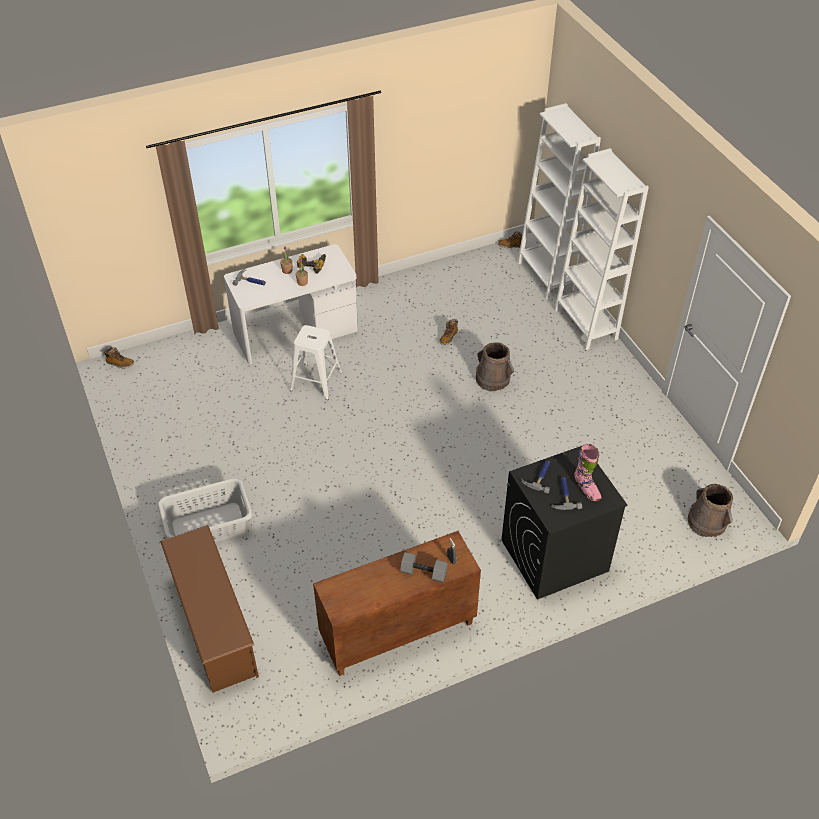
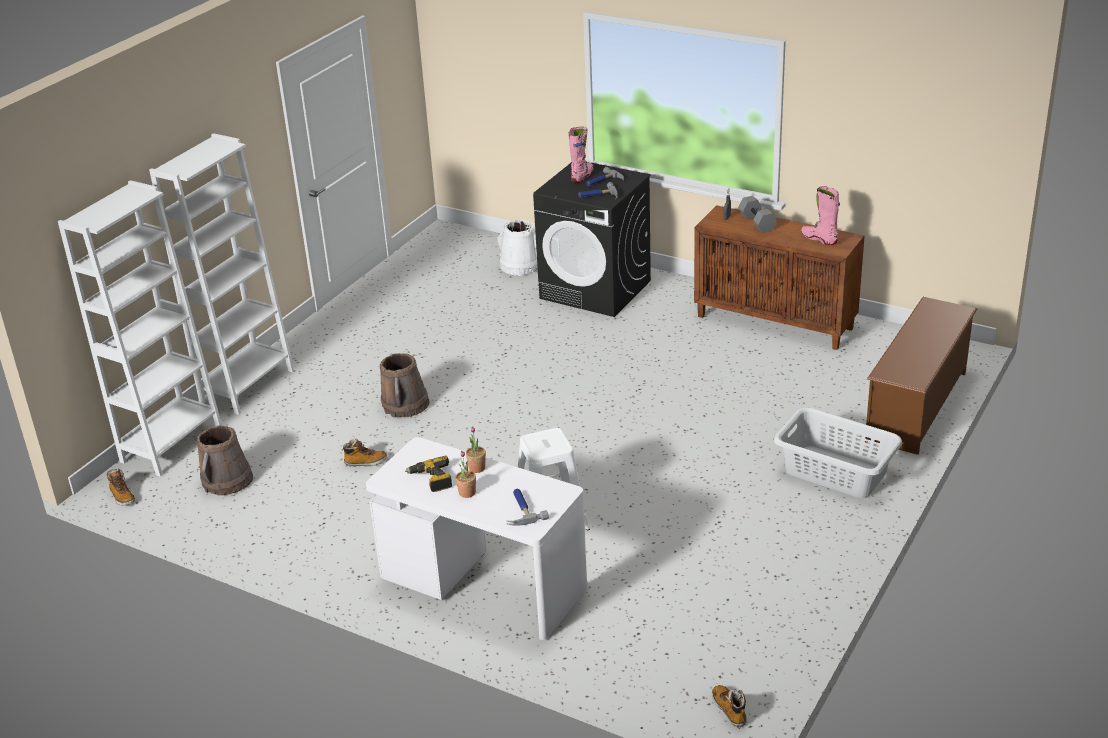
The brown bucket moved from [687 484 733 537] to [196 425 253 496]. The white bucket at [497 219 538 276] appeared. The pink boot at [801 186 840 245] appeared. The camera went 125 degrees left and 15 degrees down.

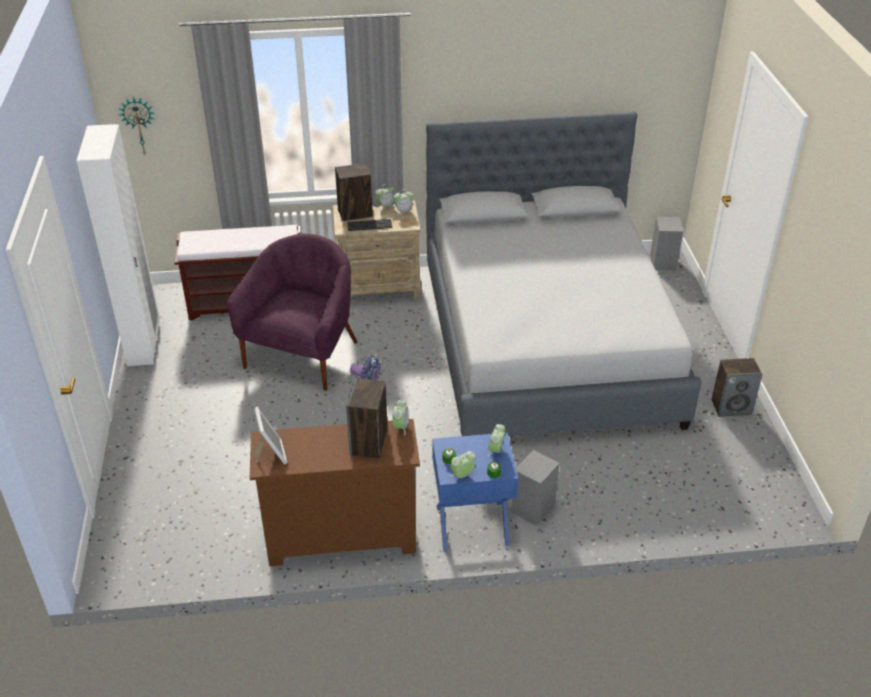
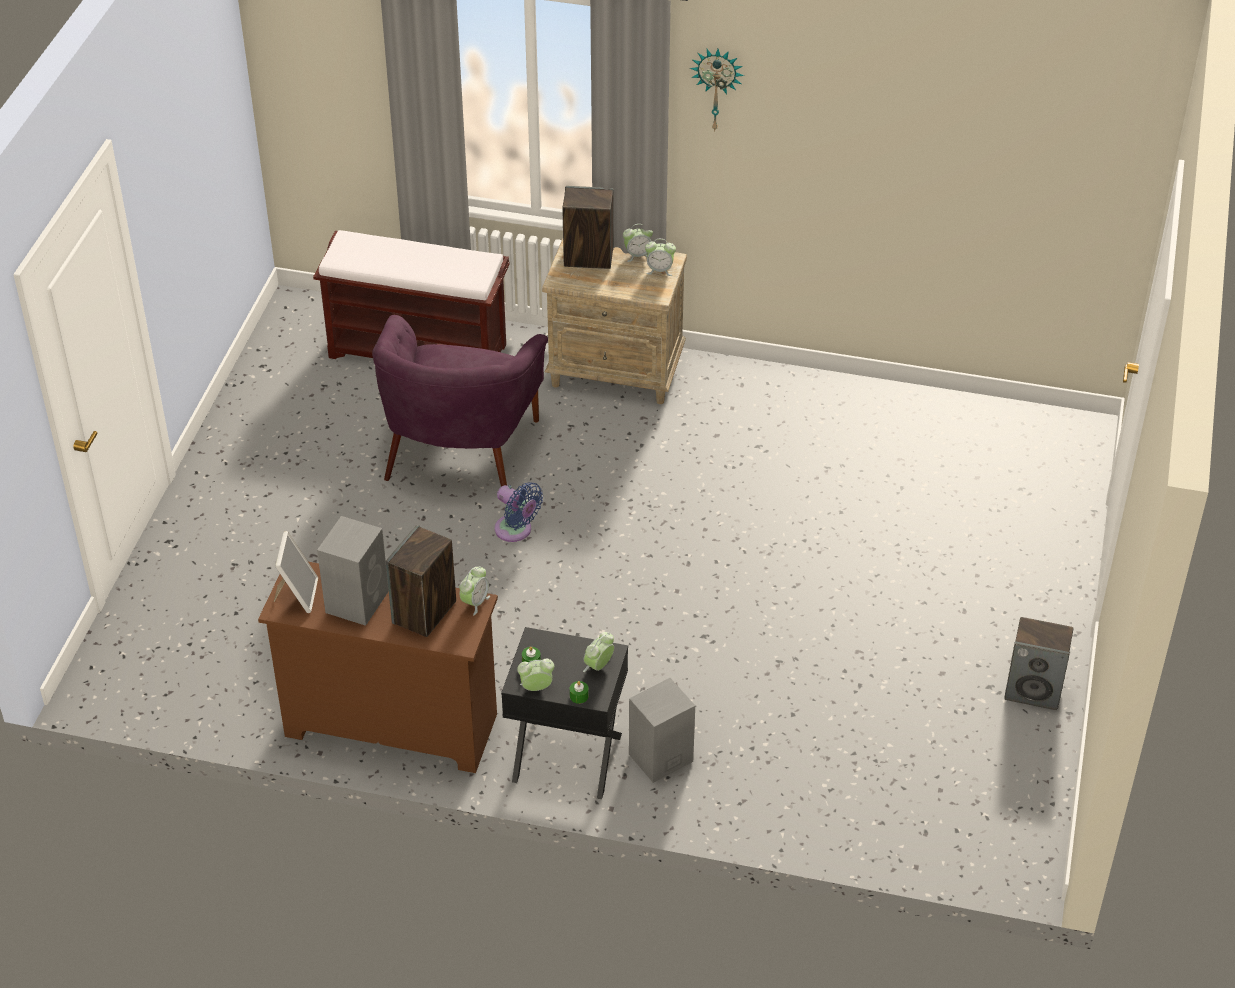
The grey speaker moved from [650 217 683 270] to [317 516 389 626]. The purple armchair at [227 234 358 391] turned 150 degrees clockwise. The blue nightstand at [432 433 519 552] became the black nightstand at [501 627 628 799]. The wall clock moved from [118 97 154 155] to [690 49 744 132]. The white wardrobe at [77 124 160 366] disappeared. The keyboard at [347 219 392 231] disappeared. The grey bed at [426 111 702 436] disappeared. The camera went 20 degrees right and 5 degrees up.

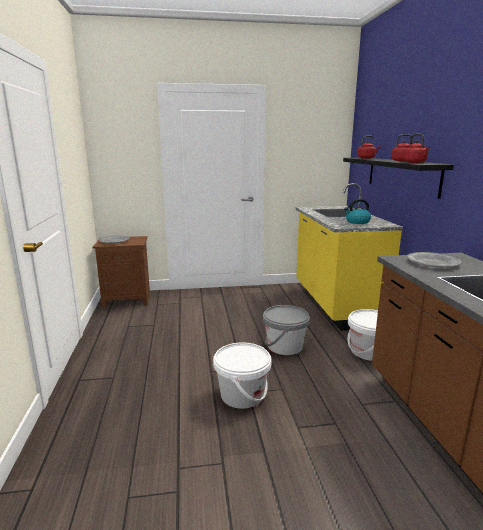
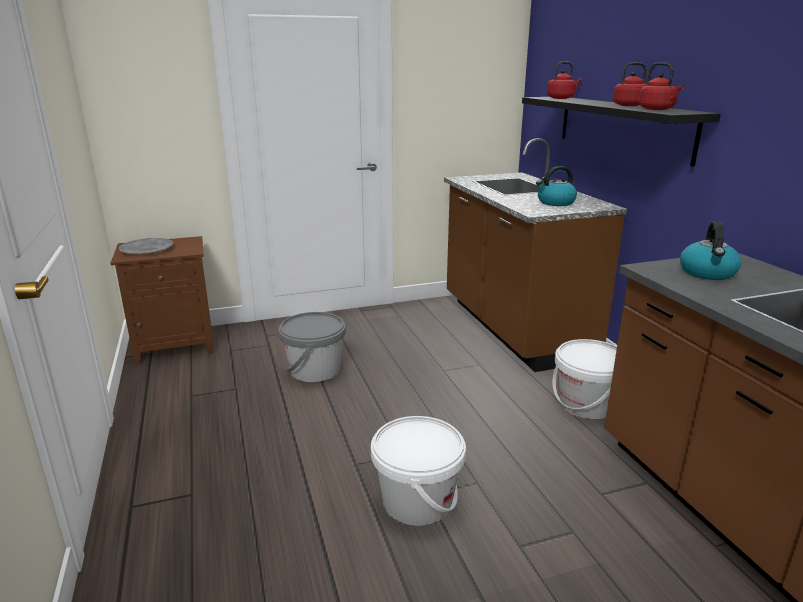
The grey bucket moved from [263 305 310 355] to [279 312 346 382]. The yellow counter at [296 183 403 330] became the brown counter at [444 138 627 372]. The grey plate at [407 252 461 267] was replaced by the kettle at [680 221 741 280]. The camera went 10 degrees left and 5 degrees up.

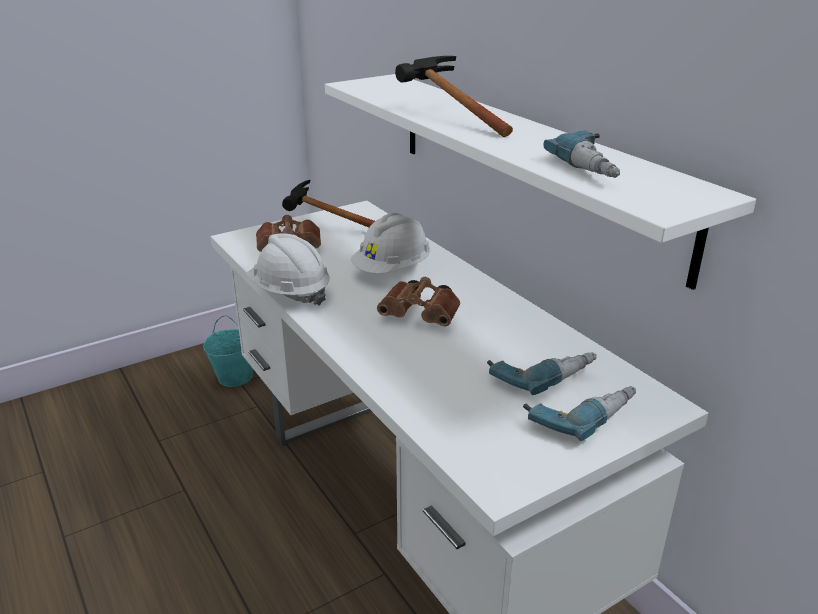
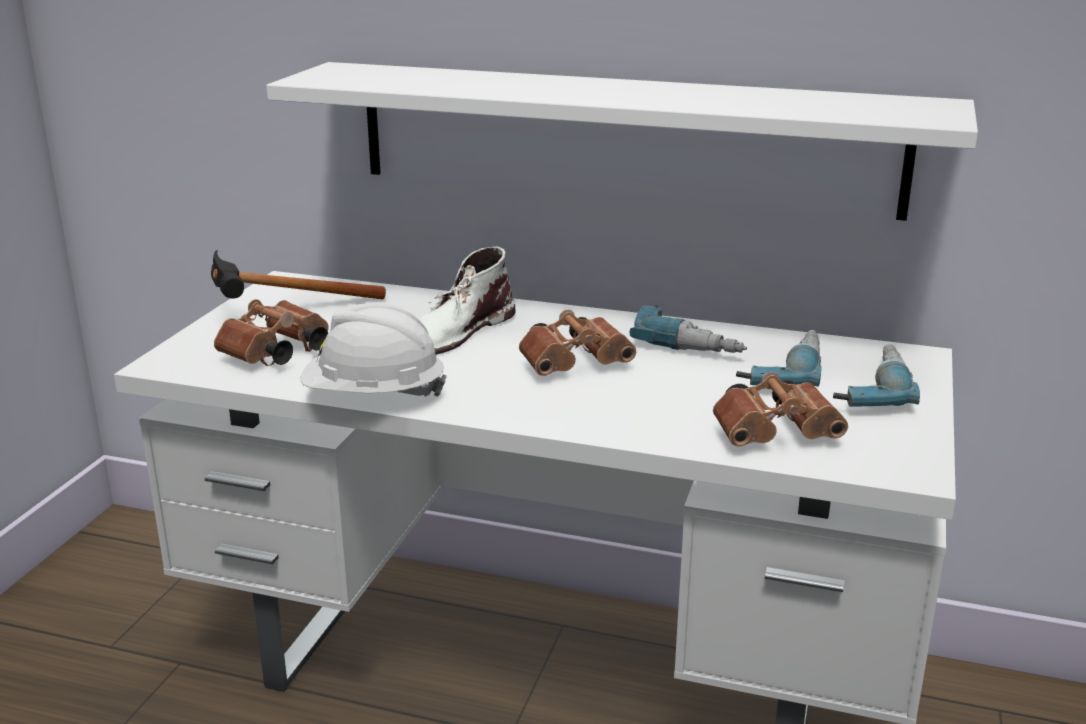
The white hard hat at [351 213 431 274] was replaced by the white boot at [419 247 515 355]. The power drill moved from [544 130 620 178] to [629 305 747 353]. The brown binoculars at [713 372 848 447] appeared. The turquoise bucket at [203 315 253 387] disappeared. The hammer at [395 56 513 137] disappeared. The camera went 40 degrees left and 5 degrees down.

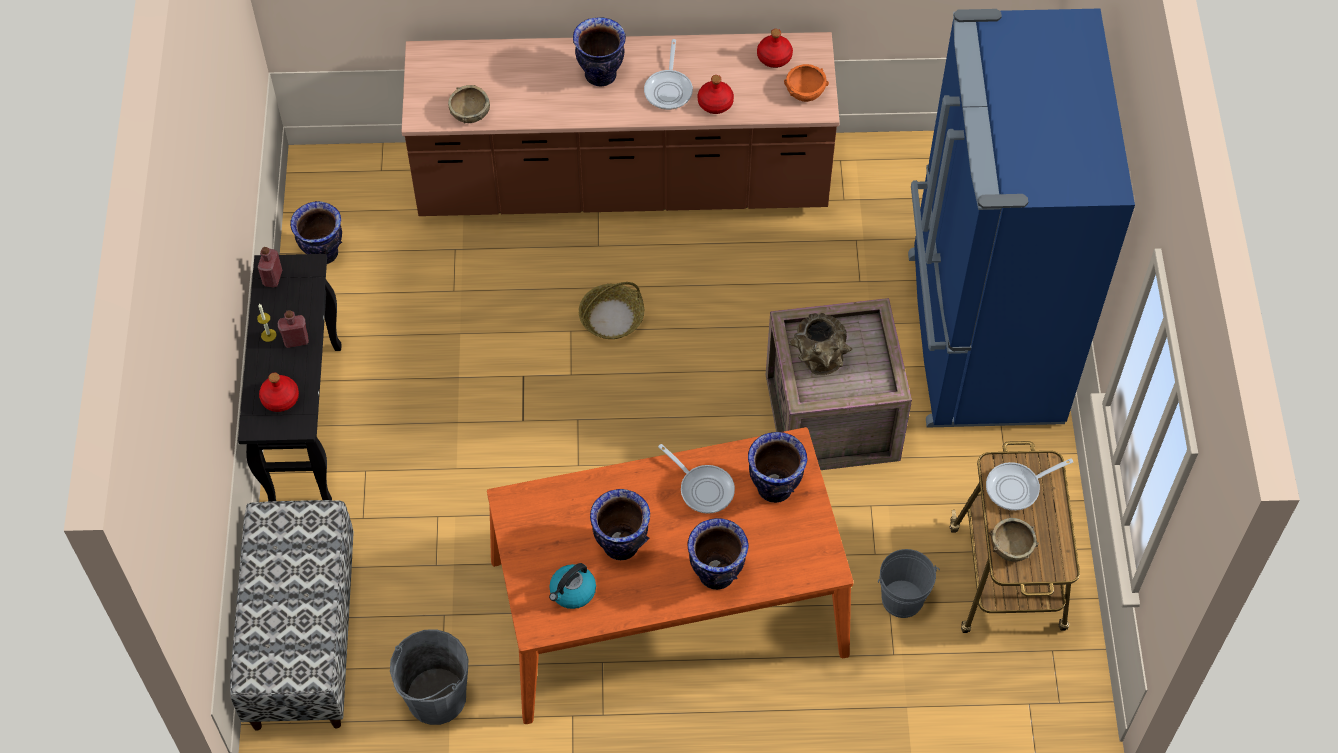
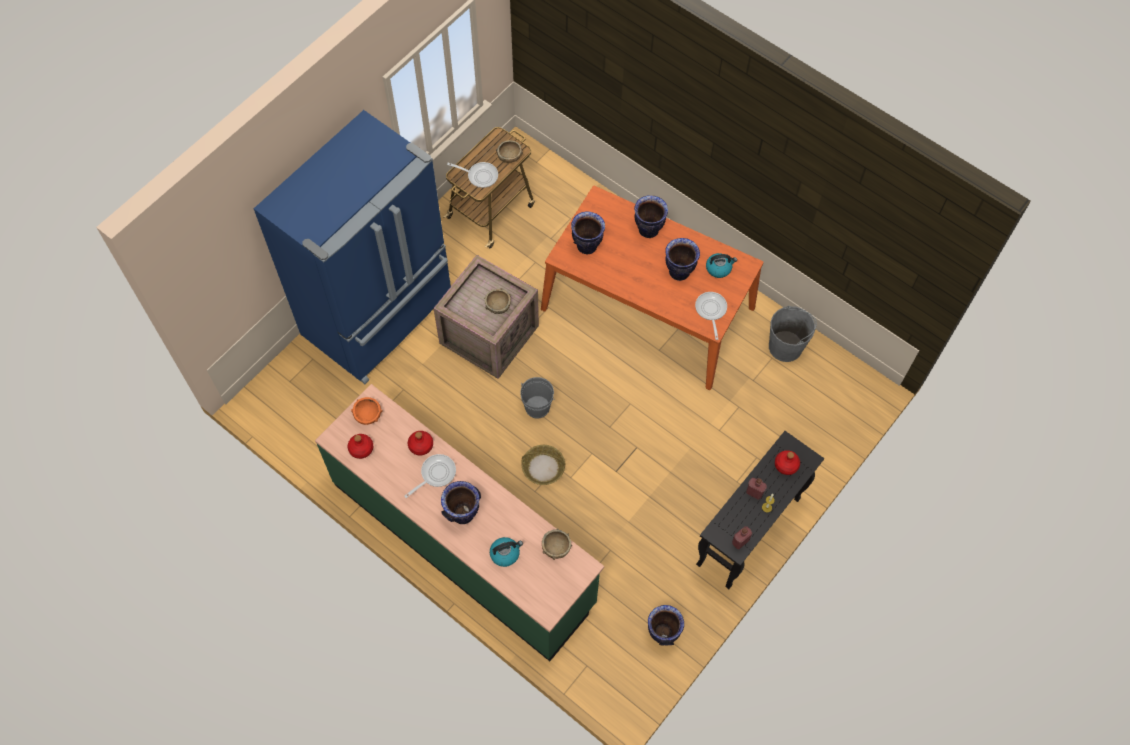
The brown counter at [402 32 840 216] became the green counter at [315 384 604 661]. The brown vase at [789 313 853 375] was replaced by the brown bowl at [484 288 511 314]. The kettle at [490 537 523 567] appeared. The grey bucket moved from [878 549 940 618] to [520 377 555 418]. The frying pan moved from [658 444 735 514] to [695 292 727 340]. The bench at [230 500 354 731] disappeared. The camera went 140 degrees left and 5 degrees up.

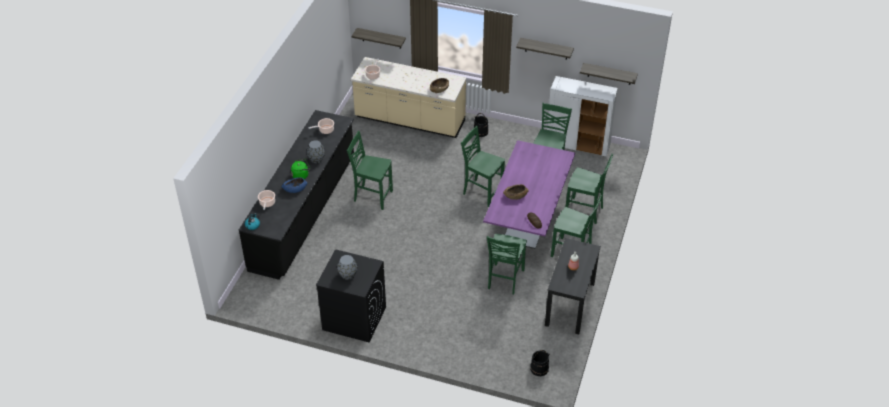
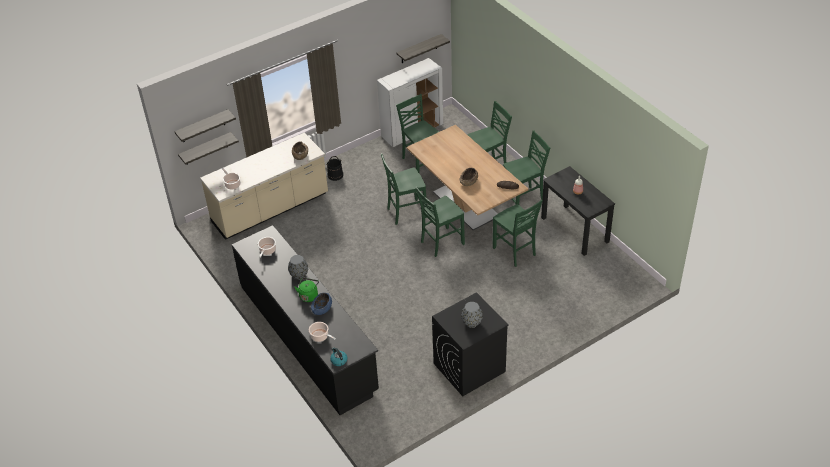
The shelf moved from [516 38 574 60] to [174 110 236 142]. The purple dining table at [483 140 575 249] became the beige dining table at [406 125 529 230]. The green chair moved from [347 131 393 210] to [415 186 465 257]. The black bucket at [530 350 550 376] disappeared. The camera went 50 degrees left and 0 degrees up.

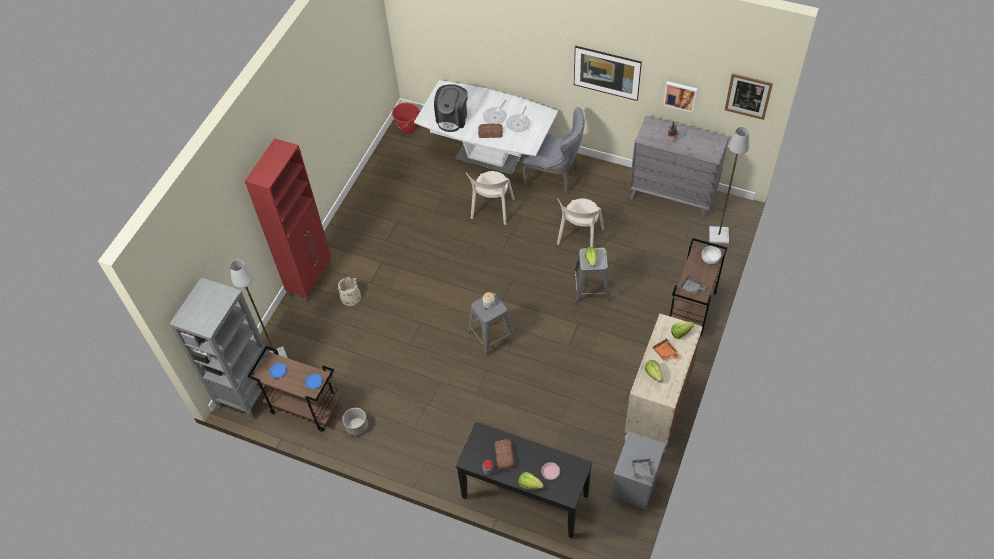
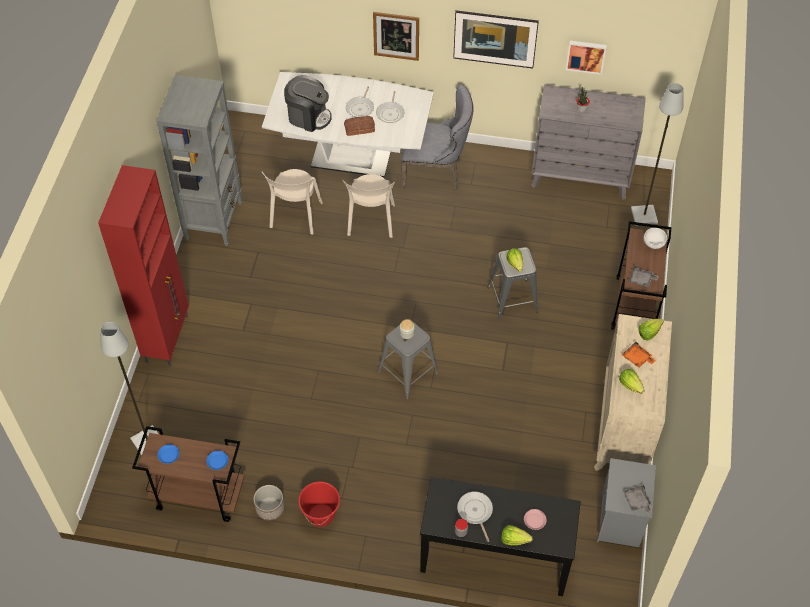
The grey bookcase moved from [170 277 268 421] to [156 75 242 246]. The beige chair moved from [557 198 604 247] to [262 169 323 235]. The coffee machine at [434 84 468 132] turned 75 degrees counterclockwise. The red bucket moved from [392 103 419 134] to [298 481 340 527]. The picture moved from [725 73 773 120] to [373 12 419 61]. The bread at [495 439 515 470] was replaced by the frying pan at [457 492 493 542]. The beige bucket at [338 277 361 306] disappeared. The camera went 15 degrees left and 0 degrees up.

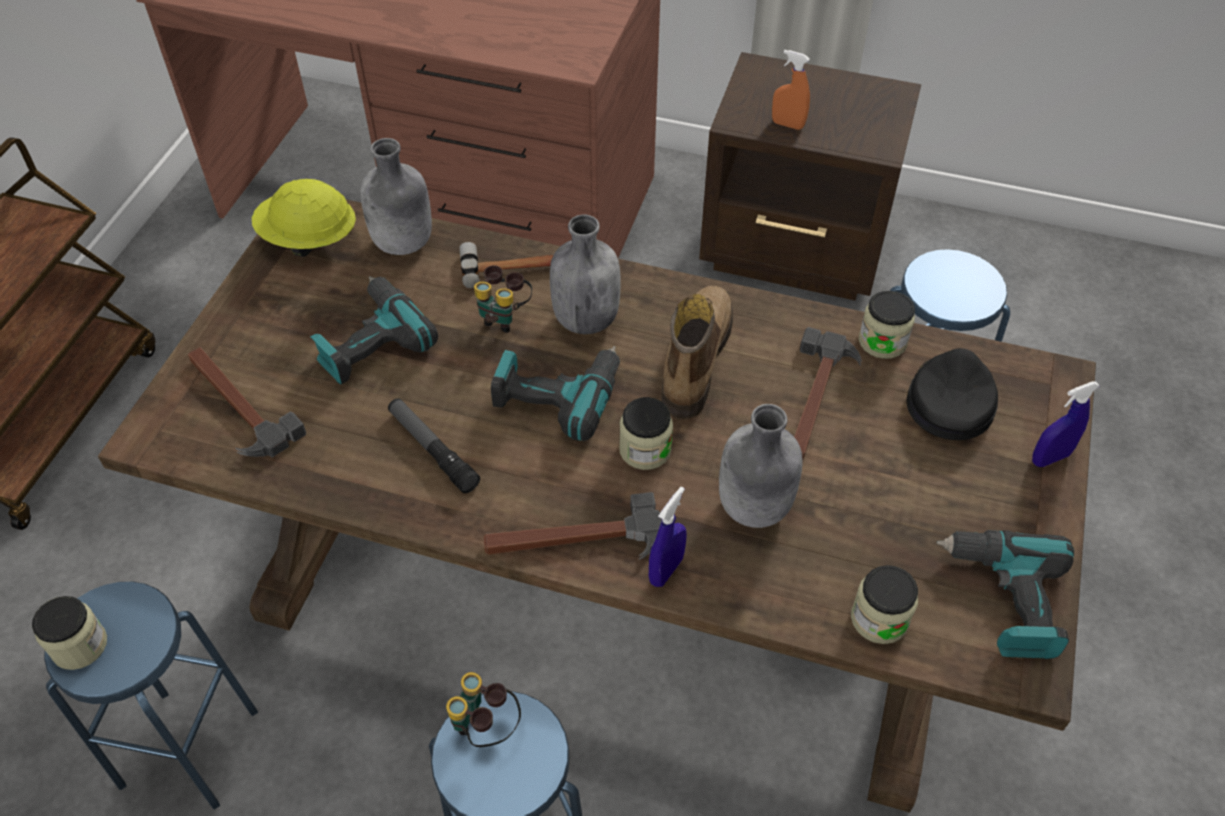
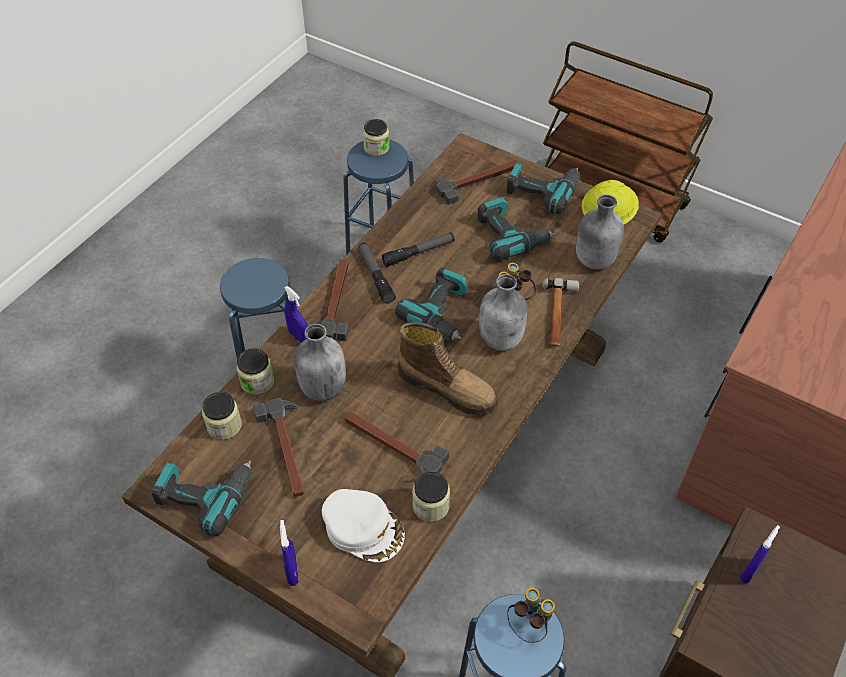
The jar moved from [619 397 673 470] to [237 348 274 395]. The hammer at [253 398 304 497] appeared. The black cap at [906 348 998 440] became the white cap at [322 489 405 562]. The flashlight at [359 243 396 304] appeared. The power drill at [507 163 580 215] appeared. The binoculars moved from [446 672 521 747] to [507 588 555 643]. The orange spray bottle at [772 50 810 130] became the blue spray bottle at [740 525 780 583]. The camera went 105 degrees right and 0 degrees up.

